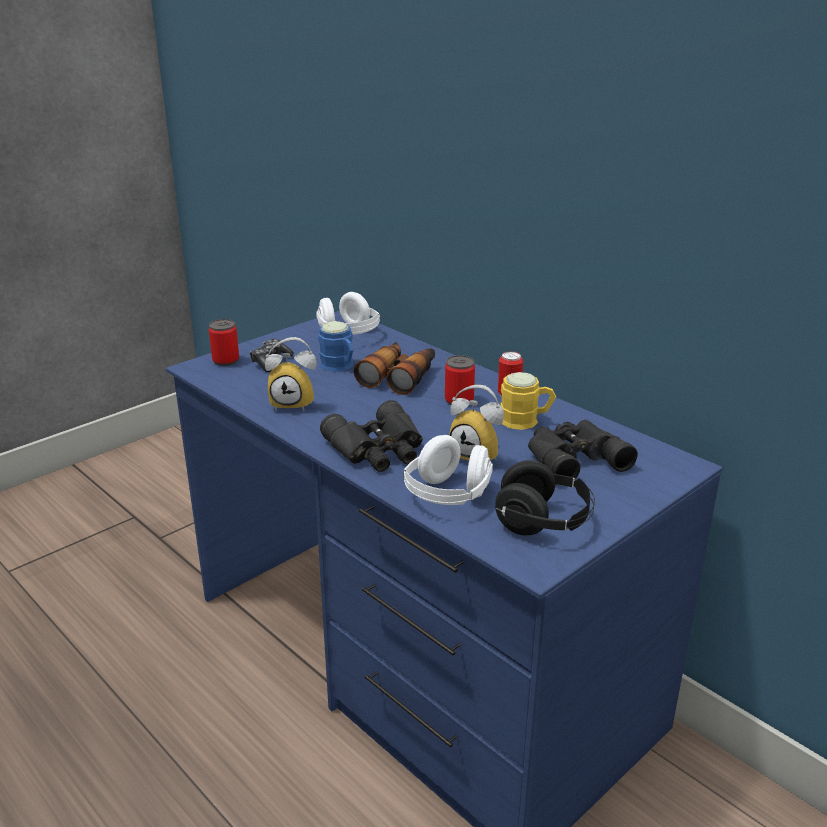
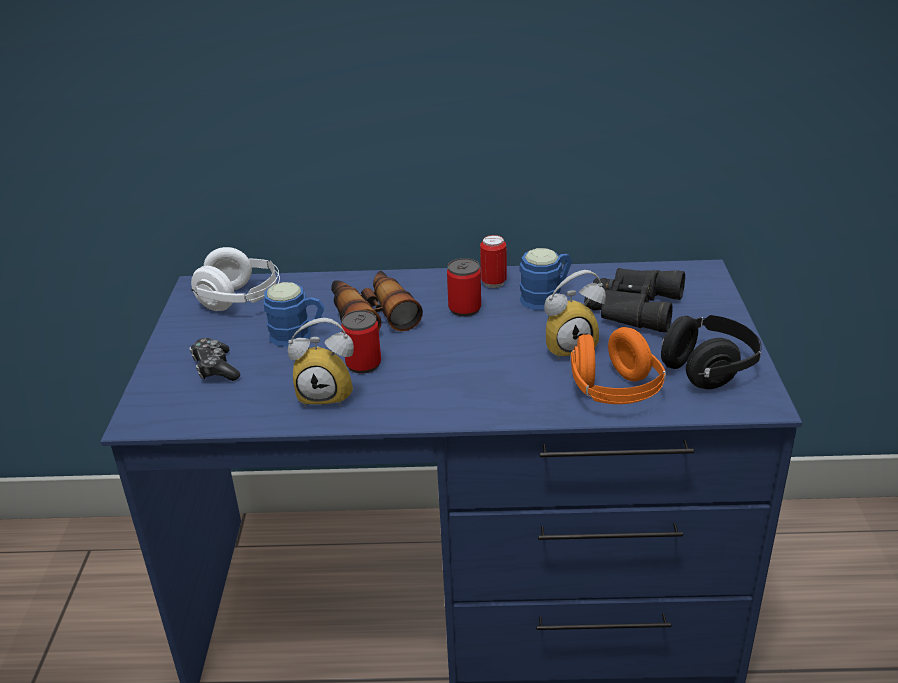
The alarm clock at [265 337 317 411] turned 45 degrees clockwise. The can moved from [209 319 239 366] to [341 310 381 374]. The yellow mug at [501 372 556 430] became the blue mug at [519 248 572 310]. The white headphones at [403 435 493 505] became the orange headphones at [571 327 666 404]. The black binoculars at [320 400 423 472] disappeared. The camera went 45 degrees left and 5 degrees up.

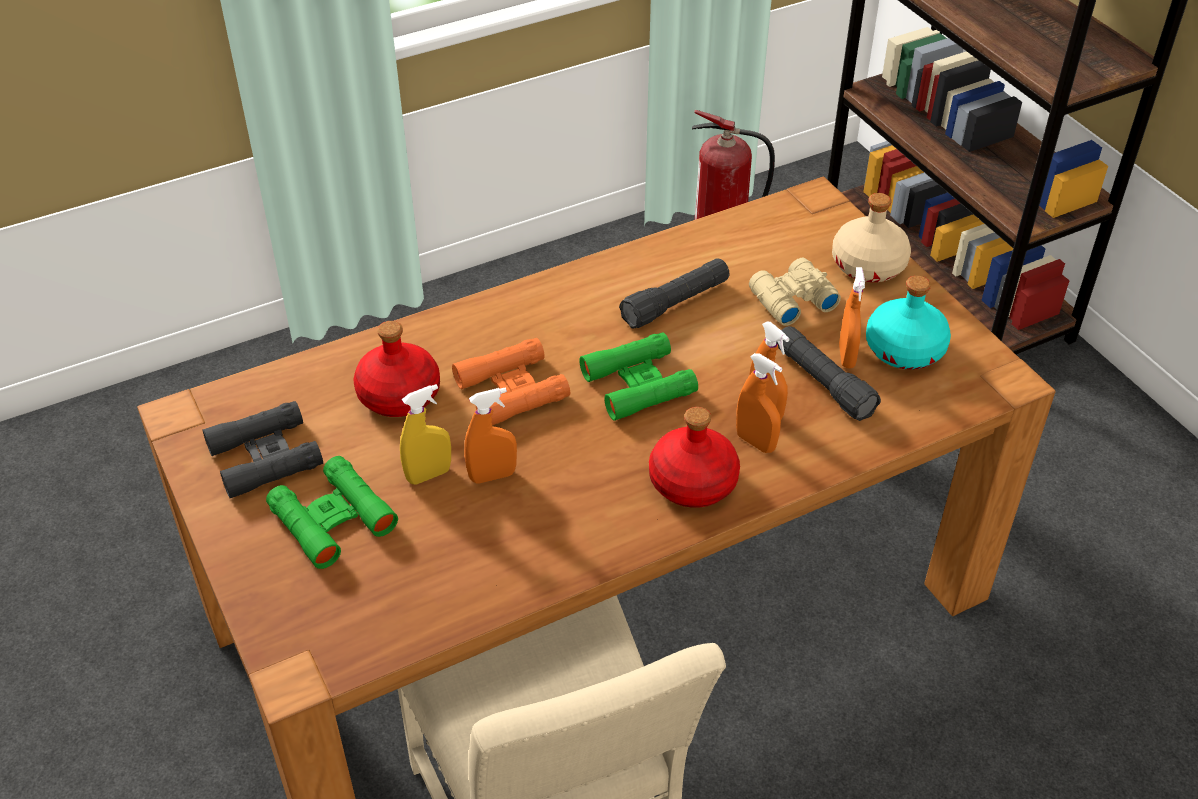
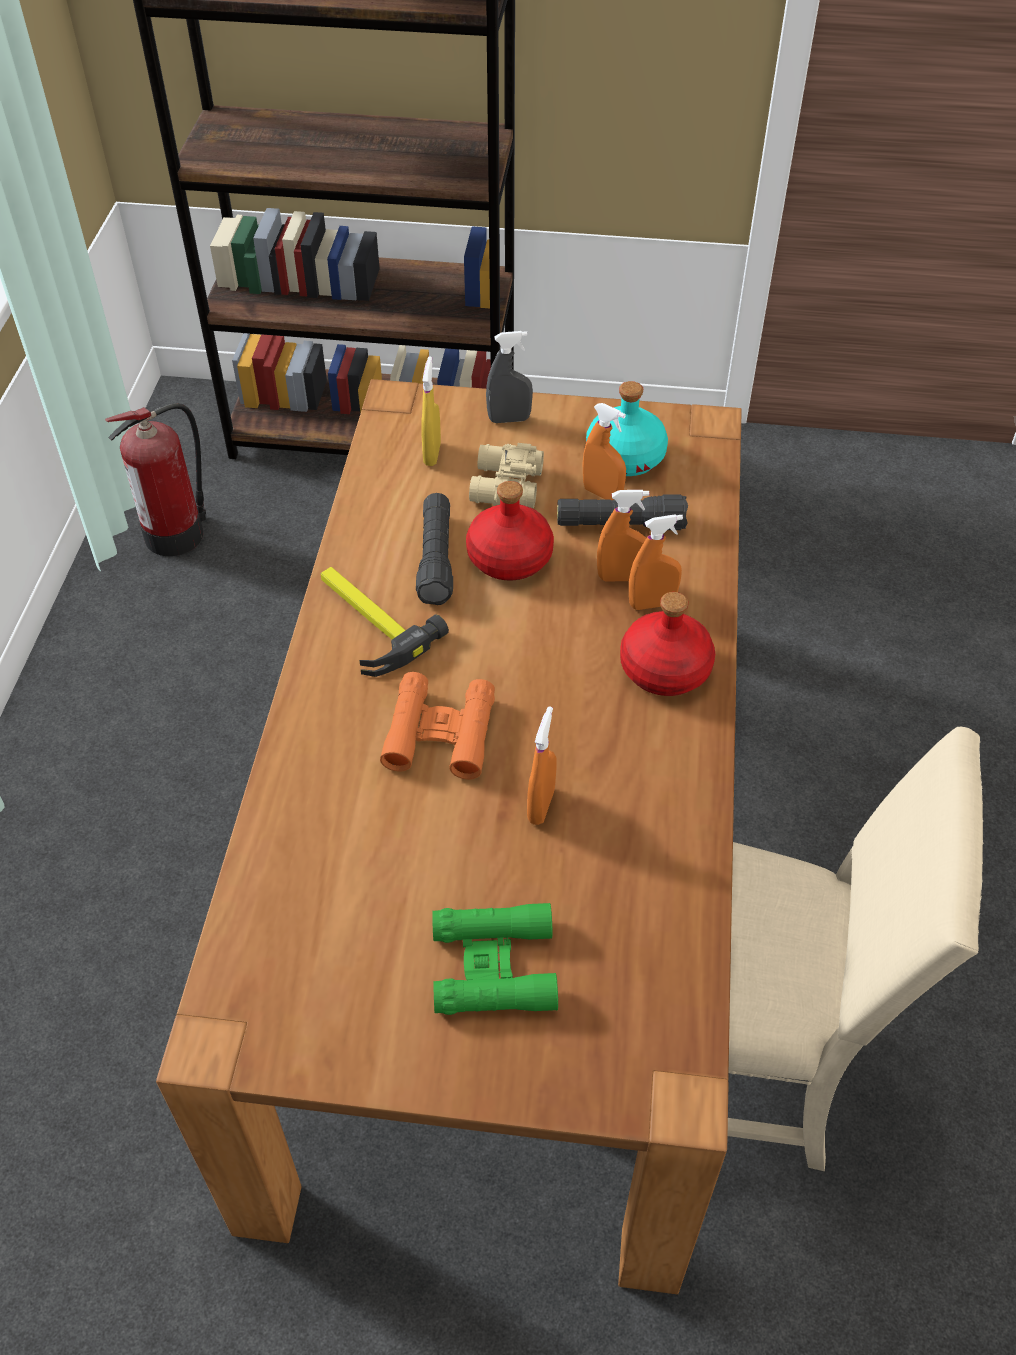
The hammer at [321 567 449 677] appeared. The yellow spray bottle moved from [400 384 451 485] to [421 356 441 466]. The red bottle moved from [354 321 440 417] to [466 481 554 580]. The beige bottle at [832 193 911 282] was replaced by the grey spray bottle at [486 331 533 423]. The black binoculars at [203 401 323 499] disappeared. The green binoculars at [579 333 698 421] disappeared. The camera went 55 degrees left and 5 degrees up.

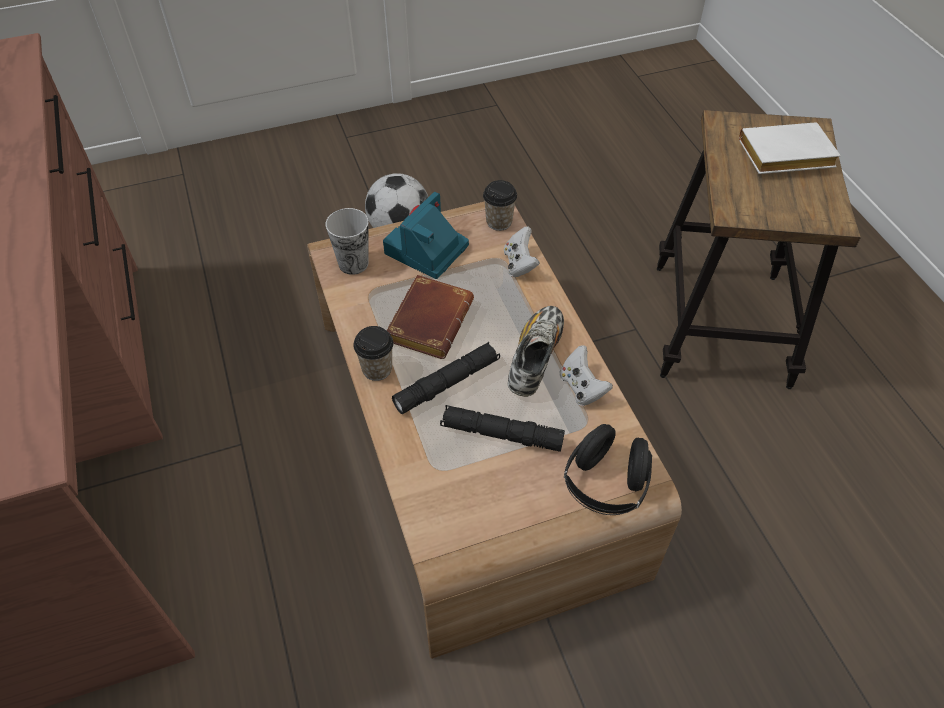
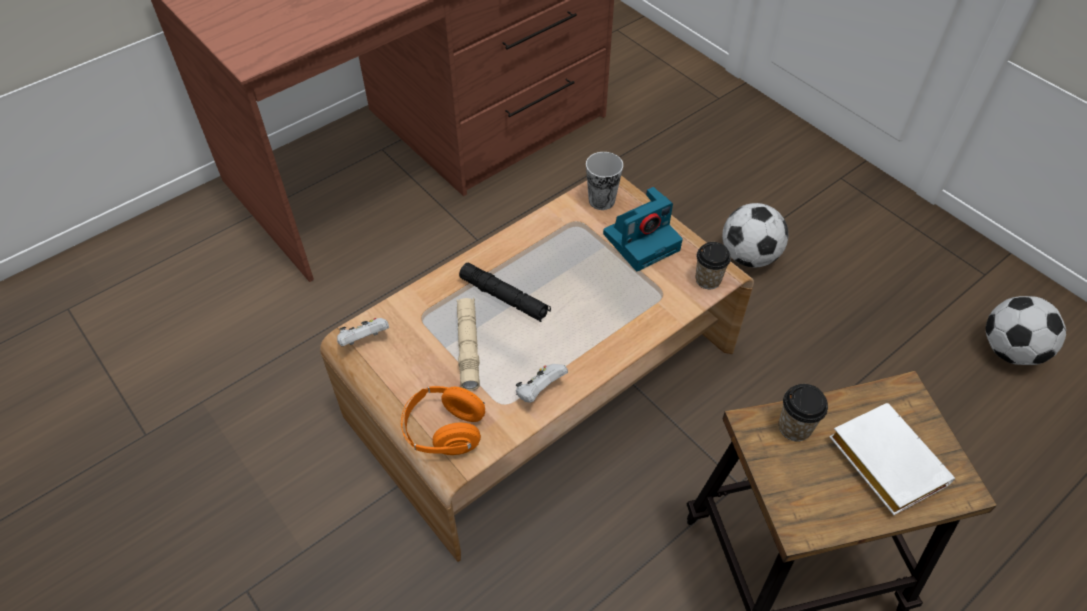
The white game controller moved from [504 227 540 277] to [337 318 389 347]. The black headphones at [564 424 652 515] became the orange headphones at [401 386 485 455]. The black flashlight at [440 405 565 452] became the beige flashlight at [457 298 480 391]. The photo camera at [383 192 469 279] turned 135 degrees clockwise. The cup moved from [353 326 394 381] to [779 384 828 442]. The football at [985 296 1066 365] appeared. The brown book at [386 275 474 359] disappeared. The shoe at [508 306 564 397] disappeared. The camera went 70 degrees right and 0 degrees up.

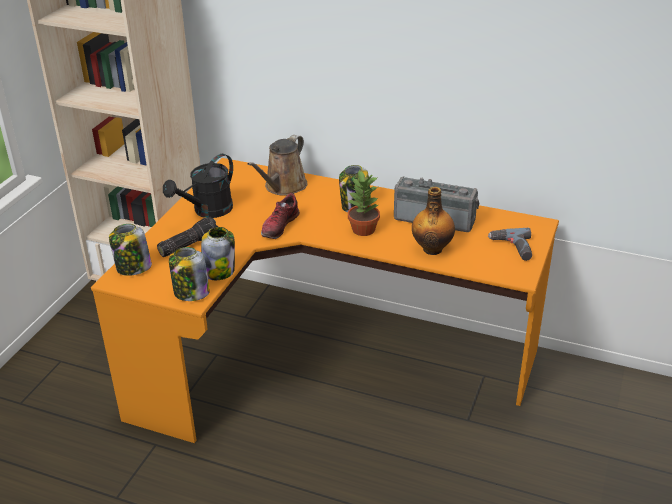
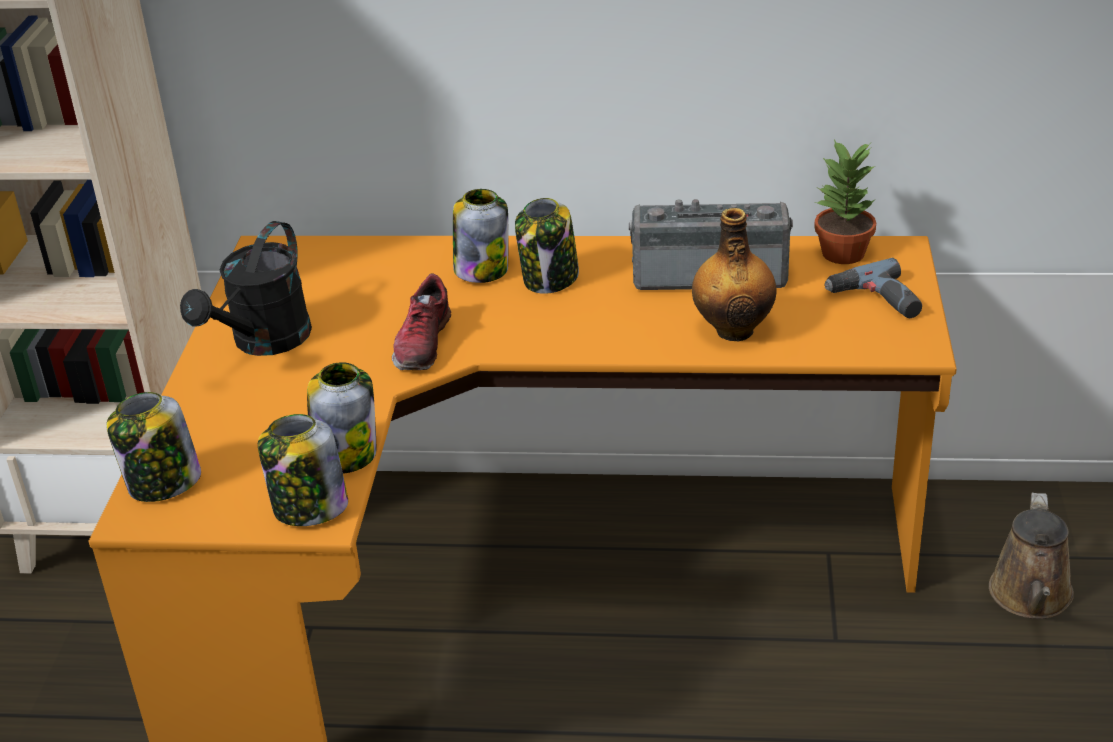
The jar at [453 189 508 283] appeared. The potted plant moved from [346 170 380 236] to [814 140 876 264]. The brown watering can moved from [247 135 308 196] to [989 493 1074 619]. The flashlight at [157 217 218 257] disappeared. The camera went 15 degrees left and 0 degrees up.

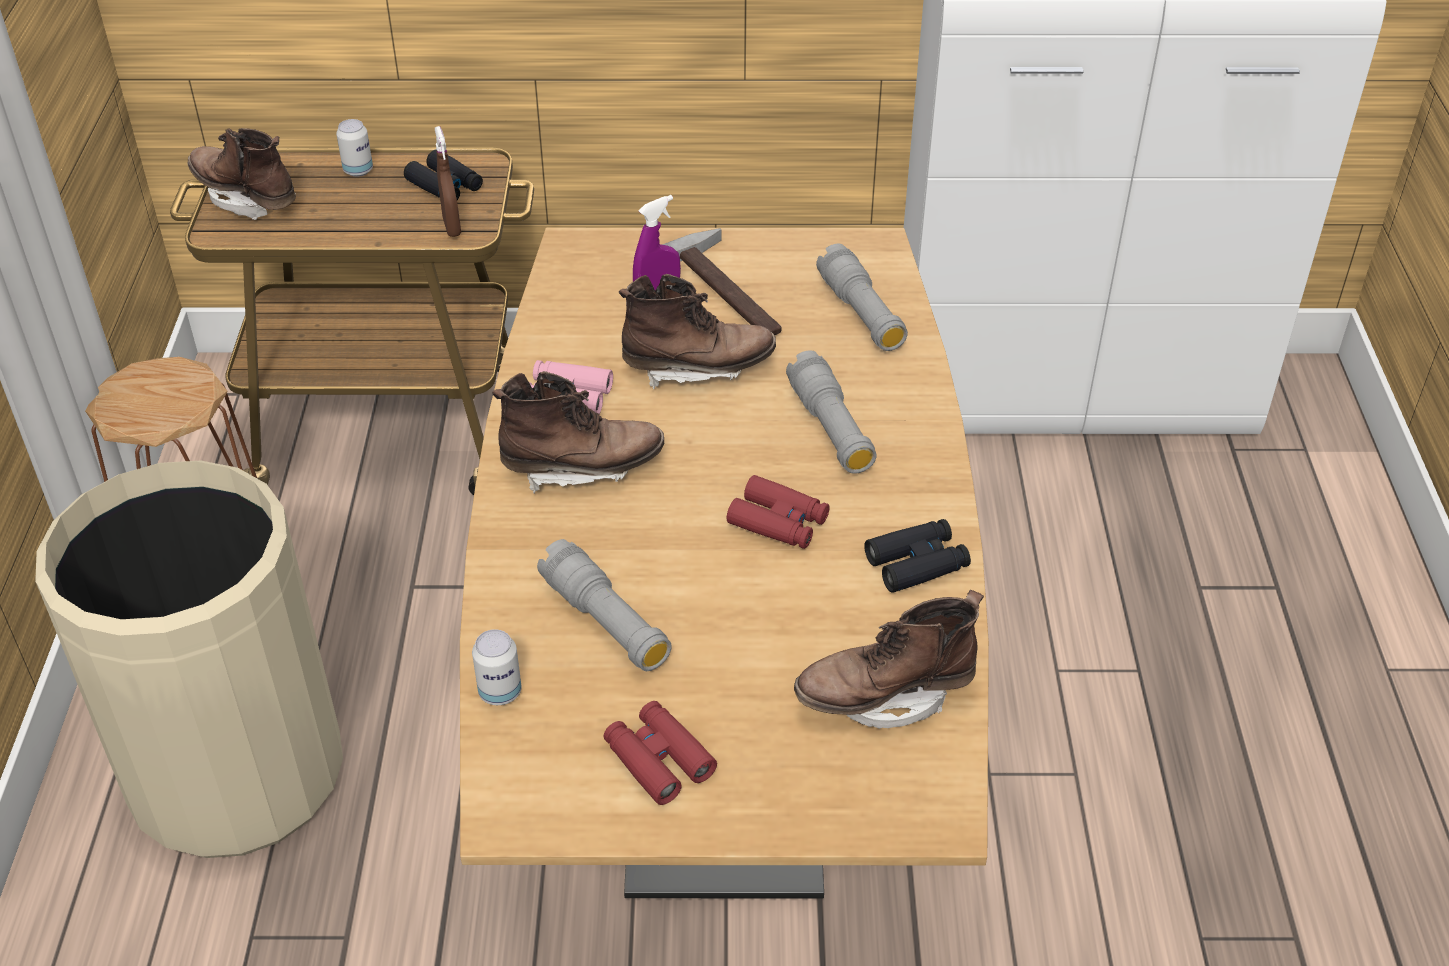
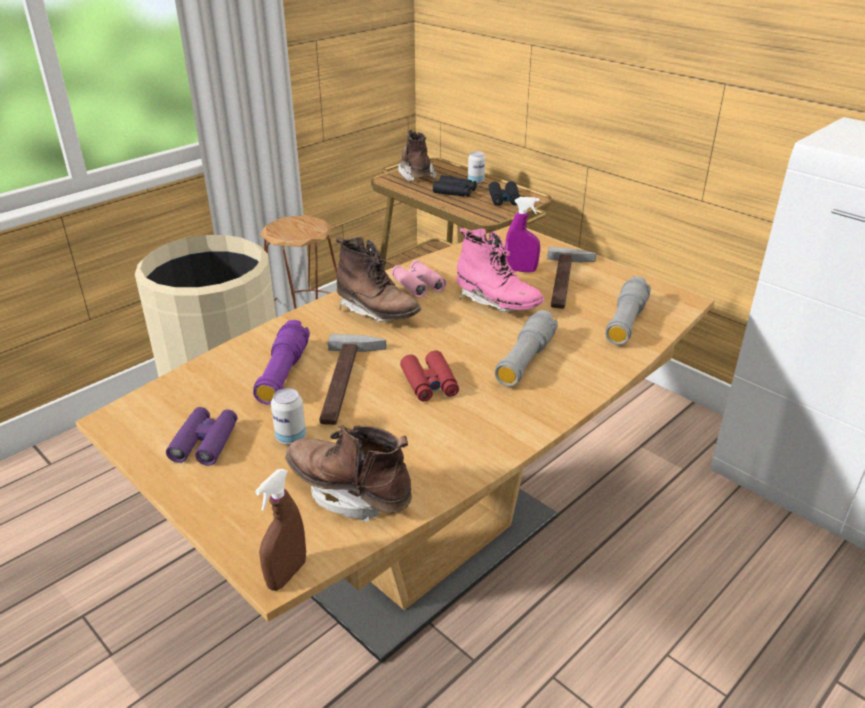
The red binoculars at [603 701 717 805] became the purple binoculars at [166 407 237 466]. The grey flashlight at [537 539 672 671] became the purple flashlight at [253 320 310 405]. The brown spray bottle moved from [435 126 461 237] to [255 469 306 591]. The can moved from [472 629 521 705] to [271 388 306 445]. The hammer at [319 334 387 425] appeared. The black binoculars moved from [864 519 971 593] to [433 175 477 197]. The brown boot at [619 274 776 390] became the pink boot at [456 228 544 312]. The camera went 45 degrees right and 10 degrees down.

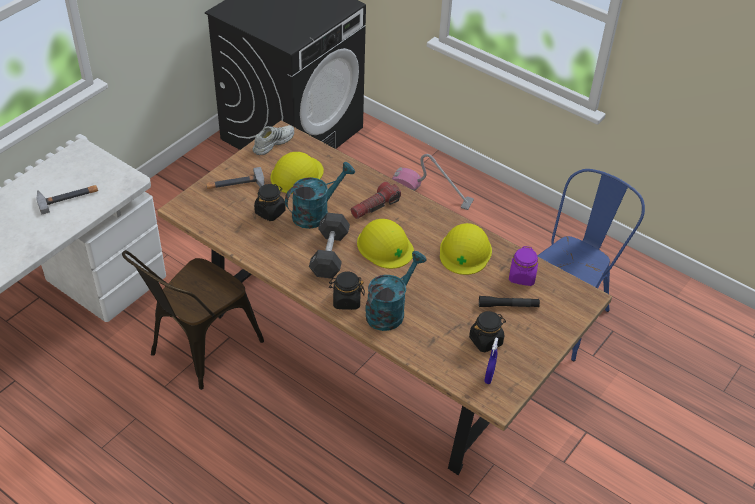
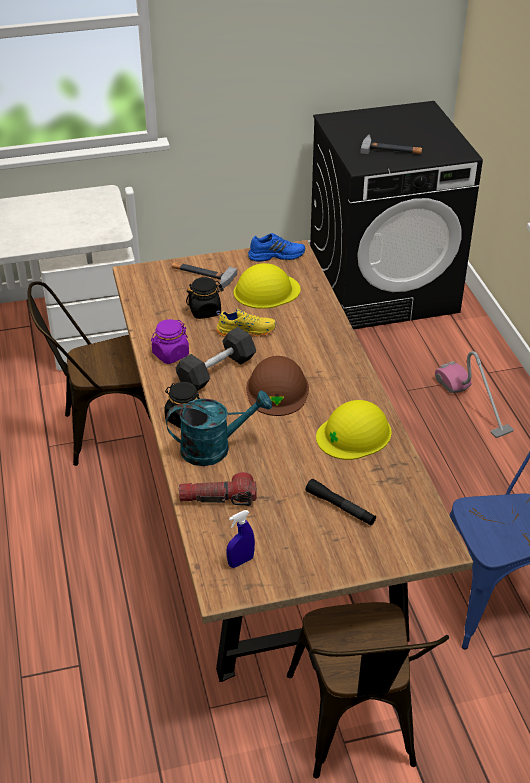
The purple jar moved from [509 246 538 286] to [151 319 189 364]. The flashlight moved from [351 182 401 219] to [179 472 257 506]. The turquoise watering can at [285 162 355 229] was replaced by the yellow shoe at [216 309 276 337]. The yellow hard hat at [357 219 414 269] became the brown hard hat at [246 356 309 416]. The white shoe at [252 125 294 155] became the blue shoe at [248 233 305 262]. The brown chair at [287 602 449 778] appeared. The hammer moved from [36 185 98 214] to [360 134 422 154]. The black jar at [469 311 506 353] disappeared. The camera went 40 degrees right and 5 degrees down.

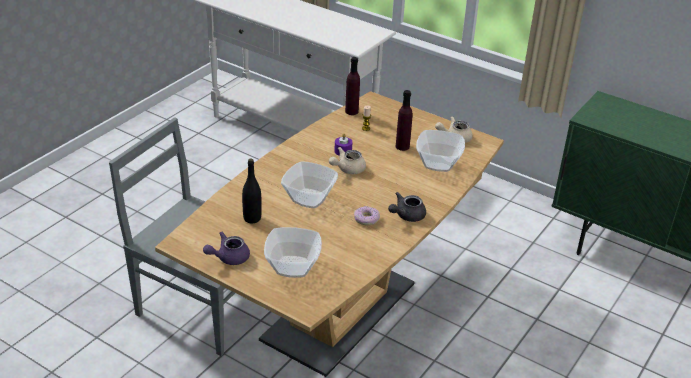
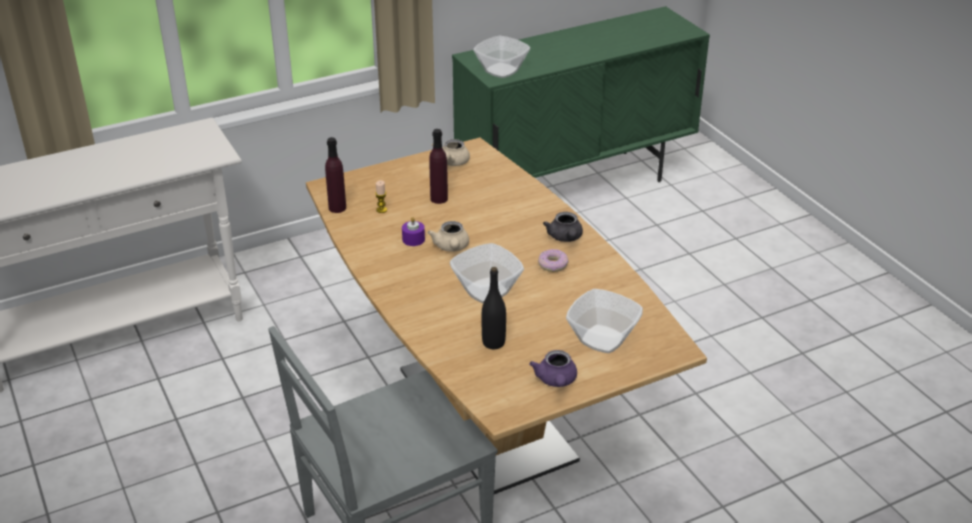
The bowl moved from [416 130 465 172] to [473 36 530 78]. The camera went 60 degrees left and 0 degrees up.

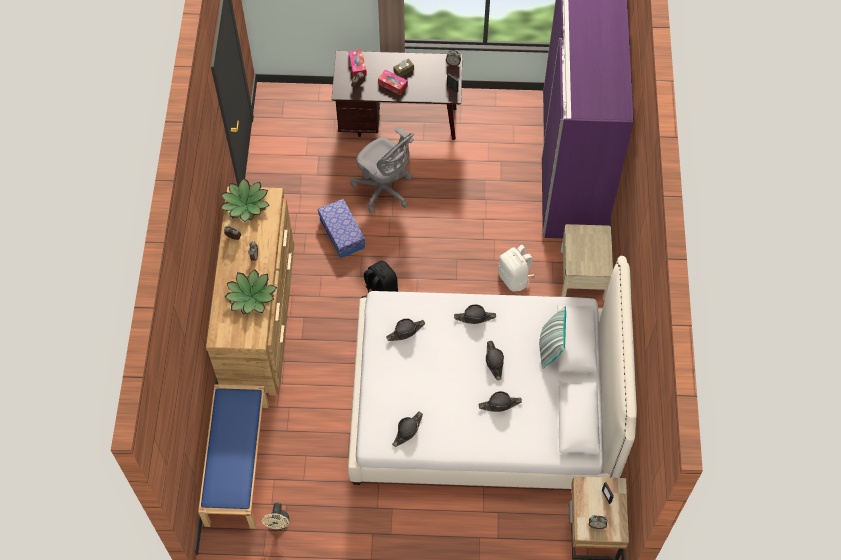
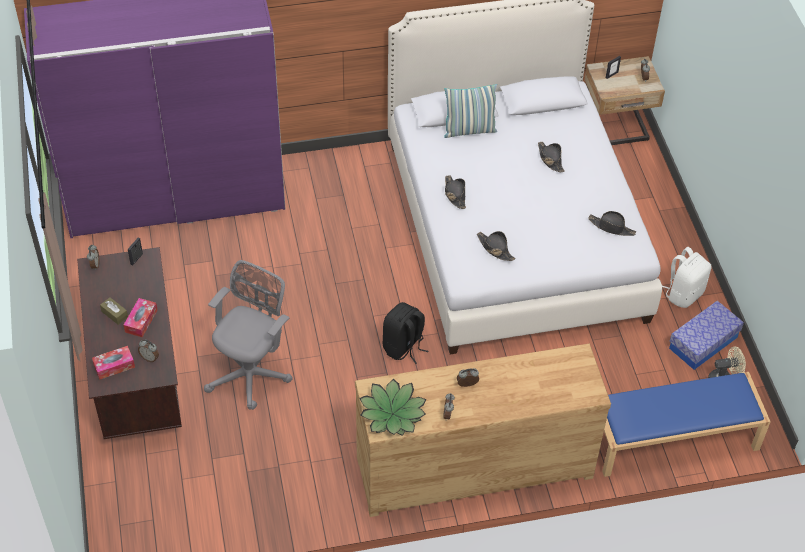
The white backpack moved from [498 245 534 291] to [662 247 711 308]. The storage box moved from [318 199 366 258] to [669 301 744 370]. The potted plant at [225 269 277 314] disappeared. The black hat at [486 341 504 381] disappeared. The beige nightstand at [560 224 613 301] disappeared. The camera went 105 degrees left and 10 degrees down.

